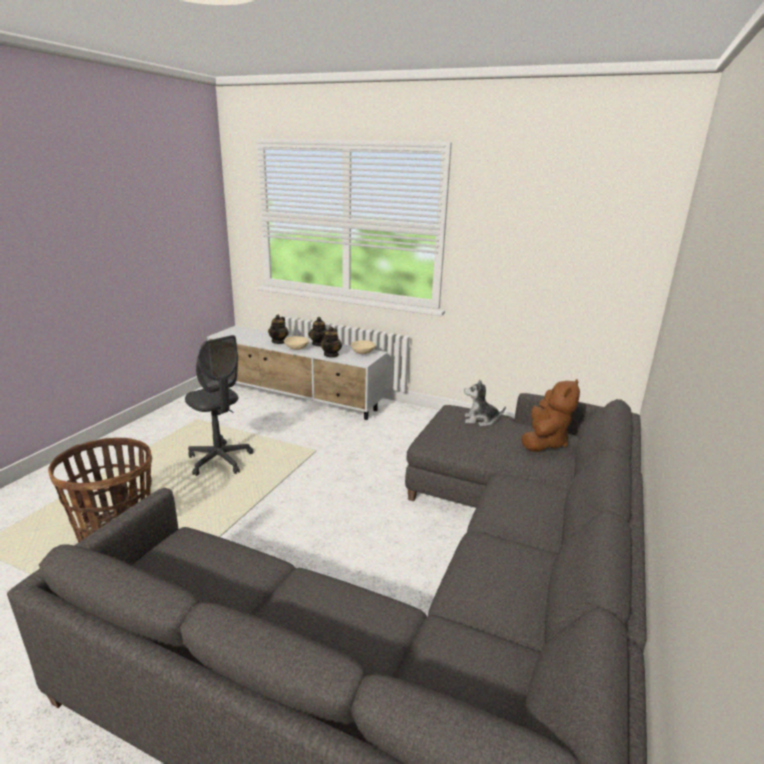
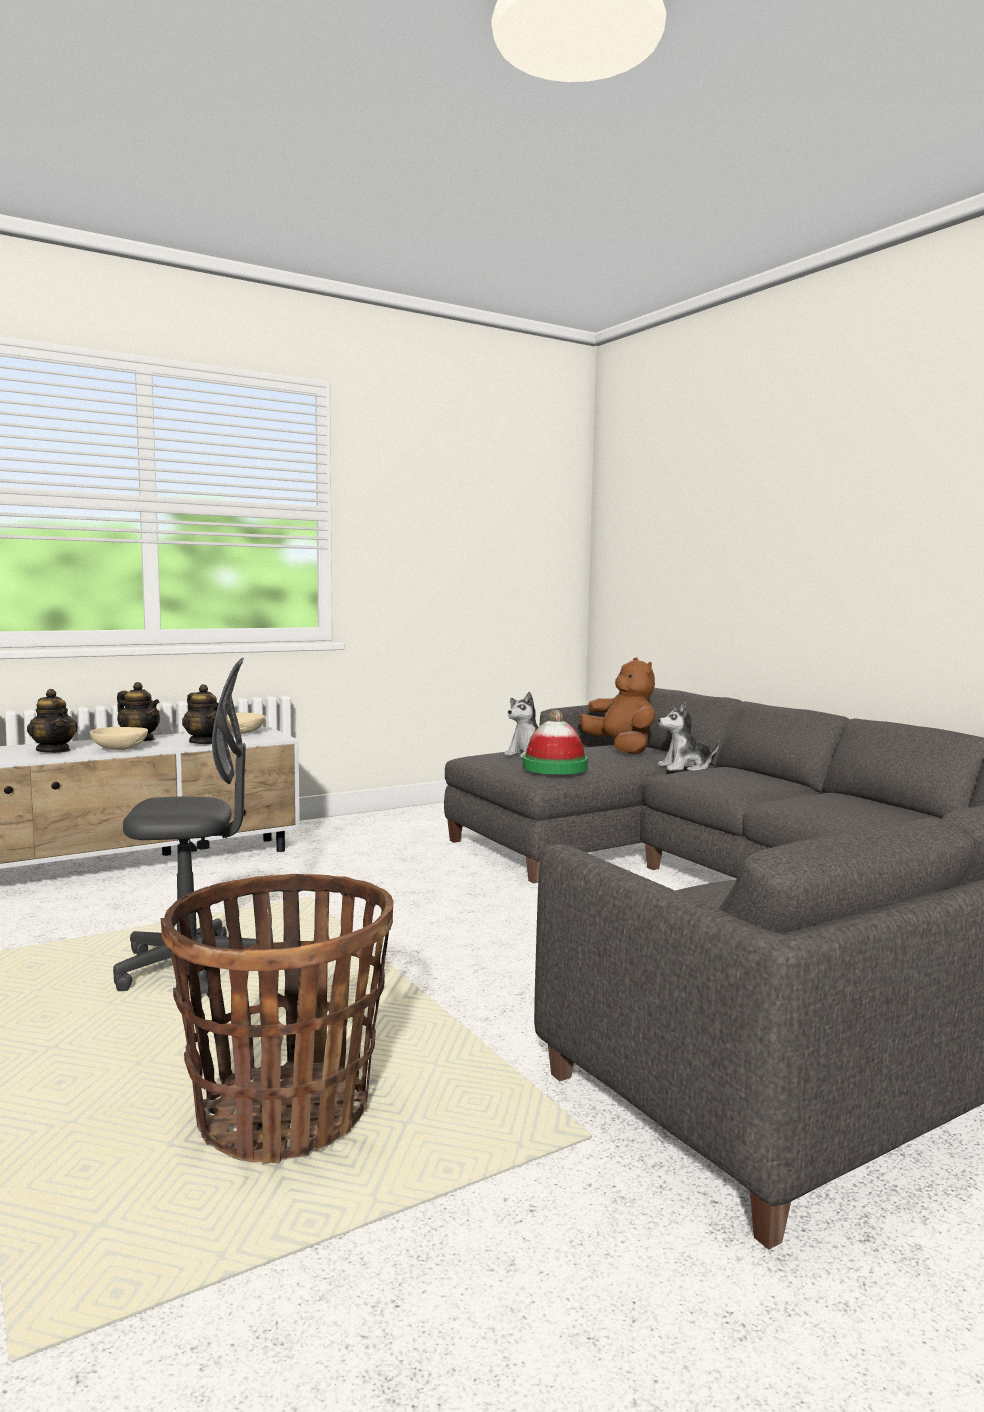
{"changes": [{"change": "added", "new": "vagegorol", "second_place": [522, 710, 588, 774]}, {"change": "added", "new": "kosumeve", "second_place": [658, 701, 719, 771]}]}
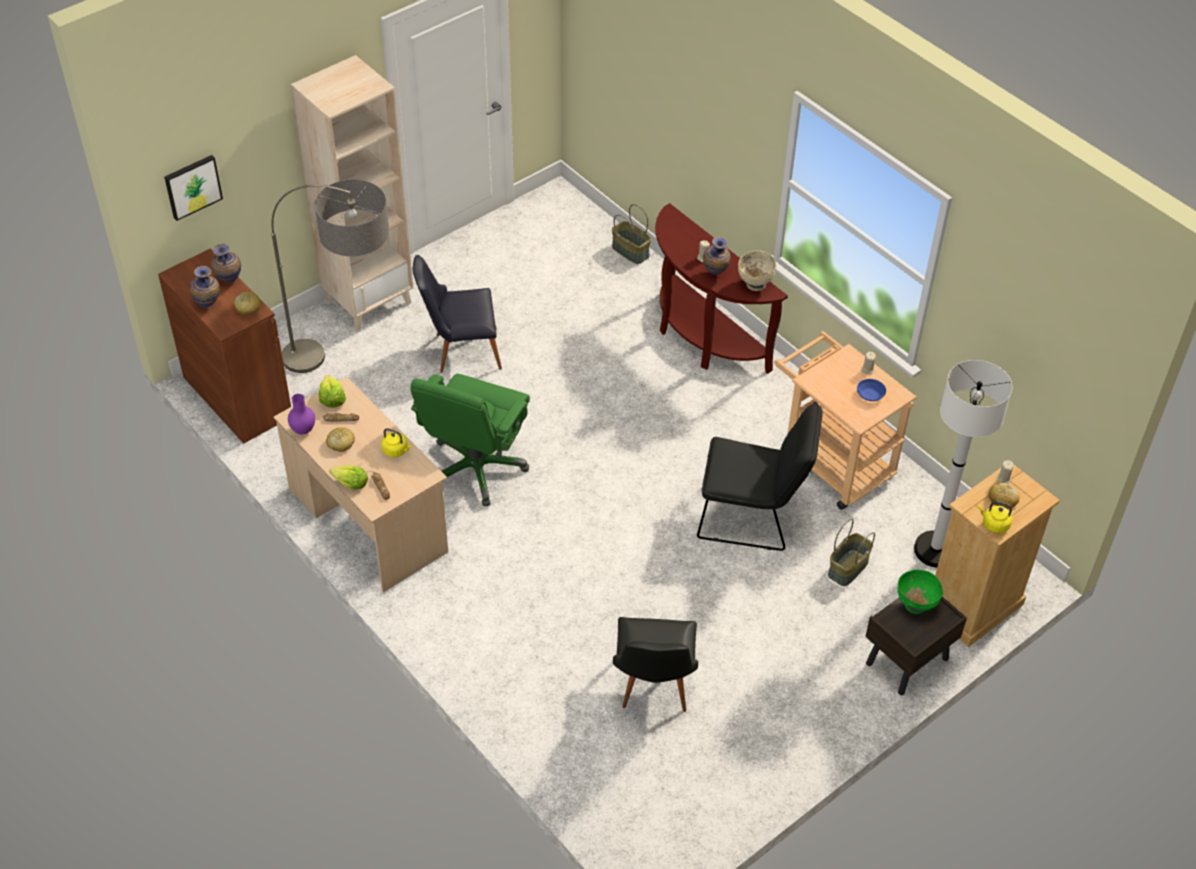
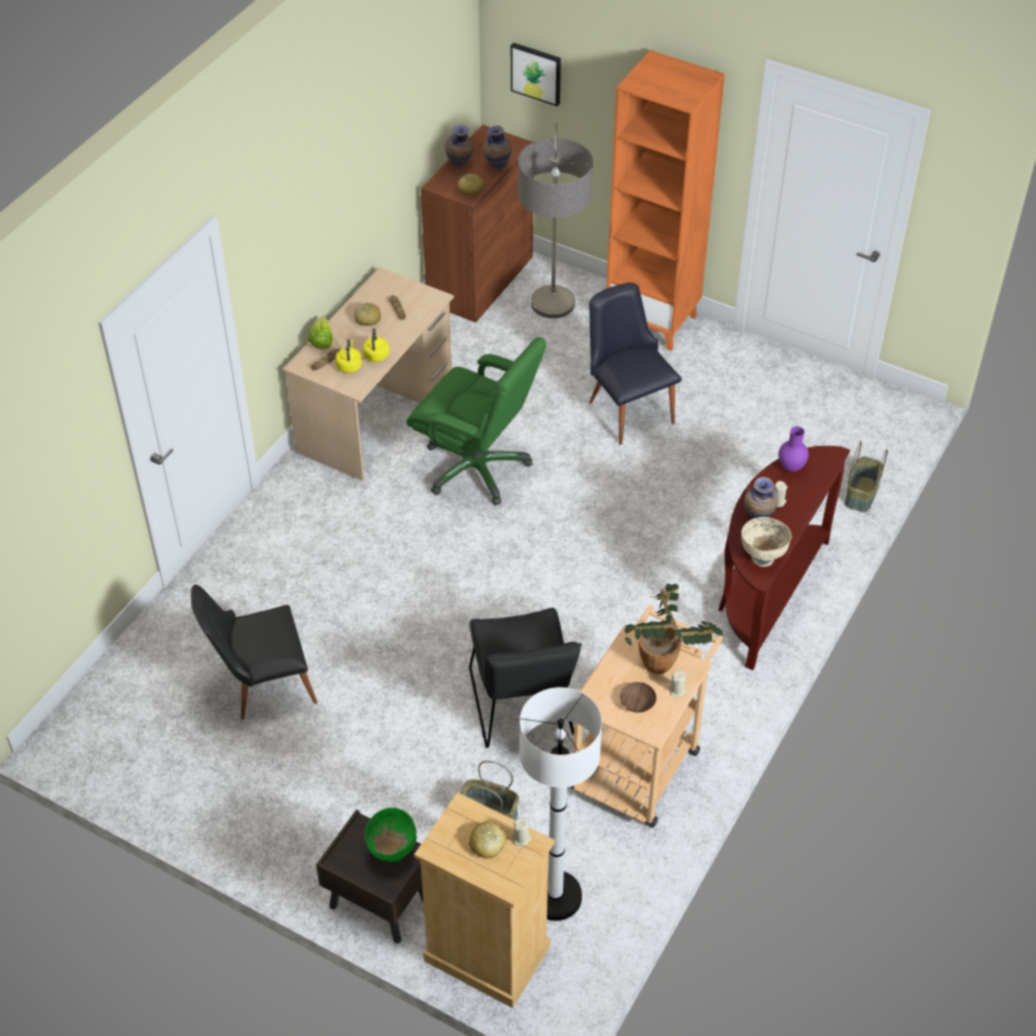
{"changes": [{"change": "moved", "old": "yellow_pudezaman", "first_place": [978, 501, 1012, 534], "second_place": [335, 339, 362, 373]}, {"change": "turned", "old": "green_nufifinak", "first_place": [410, 374, 530, 507], "second_place": [406, 337, 546, 505], "degrees": -150}, {"change": "recoloured", "old": "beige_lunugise", "new": "orange_lunugise", "first_place": [291, 55, 413, 332], "second_place": [606, 50, 725, 351]}, {"change": "recoloured", "old": "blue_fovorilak", "new": "brown_fovorilak", "first_place": [857, 379, 886, 401], "second_place": [620, 682, 656, 713]}, {"change": "added", "new": "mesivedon", "second_place": [625, 583, 723, 674]}, {"change": "moved", "old": "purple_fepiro", "first_place": [288, 394, 315, 434], "second_place": [778, 426, 809, 472]}, {"change": "removed", "old": "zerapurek", "first_place": [319, 375, 346, 408]}]}
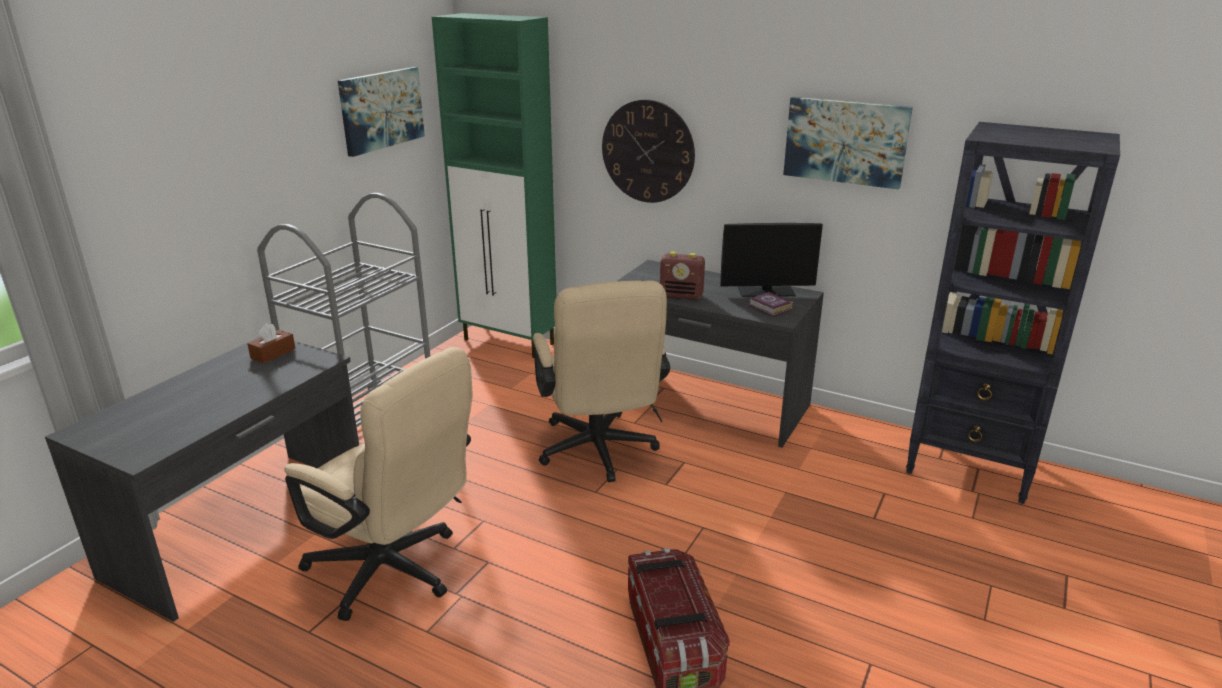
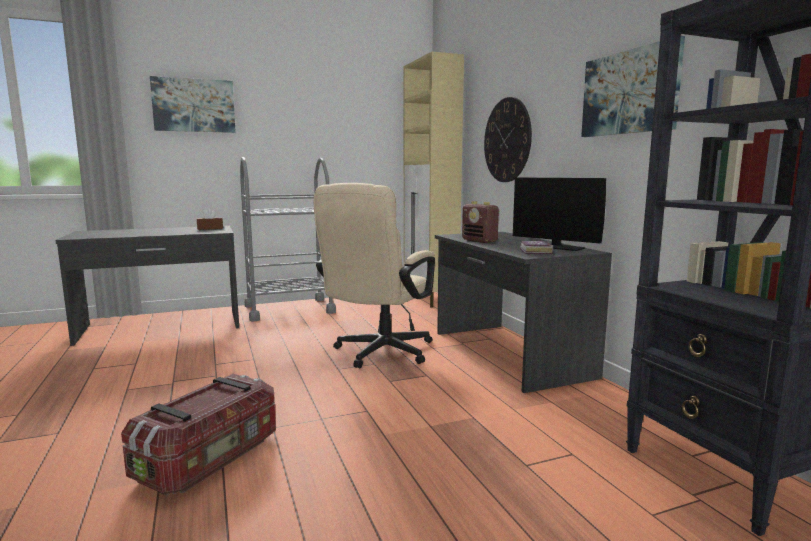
{"changes": [{"change": "moved", "old": "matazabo", "first_place": [338, 67, 425, 157], "second_place": [150, 76, 236, 133]}, {"change": "recoloured", "old": "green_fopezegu", "new": "beige_fopezegu", "first_place": [432, 13, 556, 358], "second_place": [404, 52, 464, 308]}, {"change": "removed", "old": "beige_nufifinak", "first_place": [285, 347, 472, 621]}]}
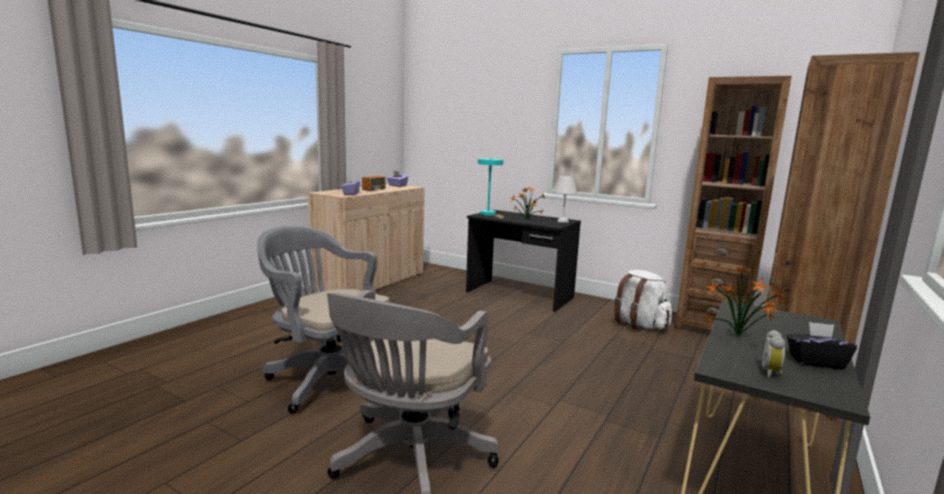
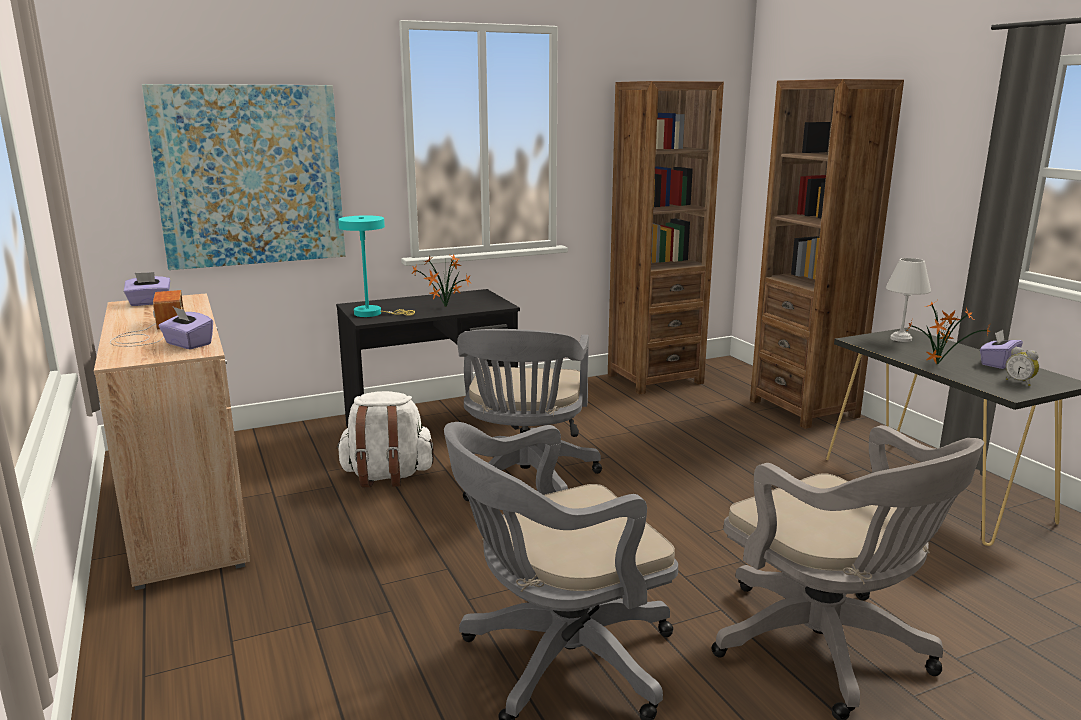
{"changes": [{"change": "added", "new": "matazabo", "second_place": [142, 84, 345, 270]}, {"change": "moved", "old": "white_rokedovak", "first_place": [614, 270, 672, 331], "second_place": [336, 391, 434, 487]}, {"change": "added", "new": "grey_nufifinak", "second_place": [457, 329, 602, 501]}, {"change": "moved", "old": "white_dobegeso", "first_place": [553, 175, 577, 223], "second_place": [886, 258, 931, 342]}, {"change": "recoloured", "old": "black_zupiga", "new": "purple_zupiga", "first_place": [787, 322, 857, 369], "second_place": [980, 330, 1023, 369]}]}
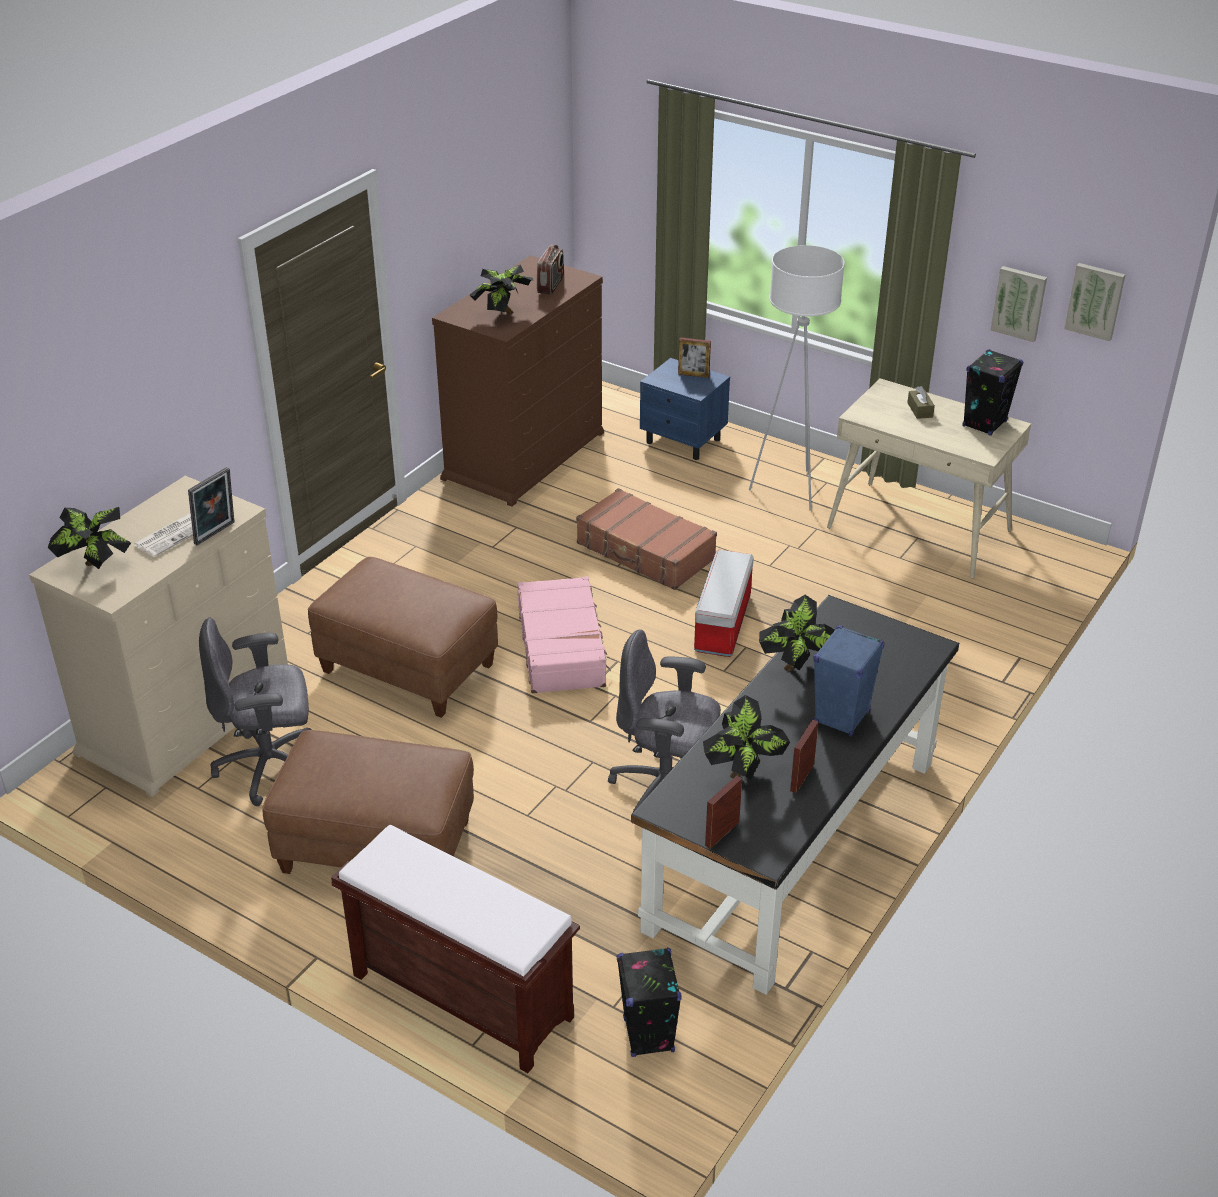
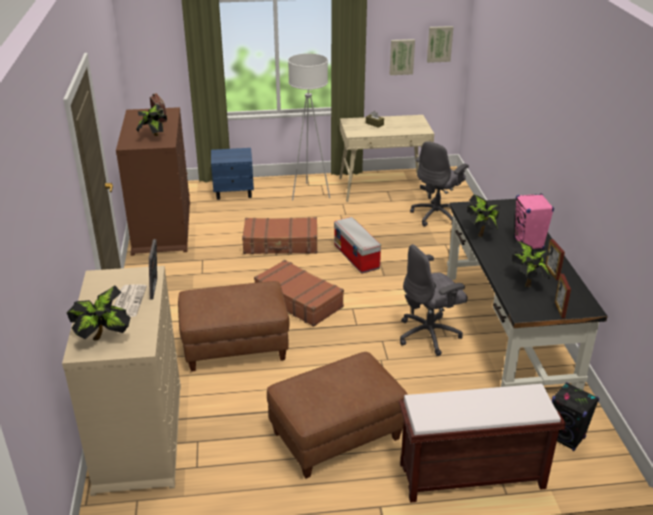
{"changes": [{"change": "recoloured", "old": "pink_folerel", "new": "brown_folerel", "first_place": [517, 576, 611, 694], "second_place": [254, 260, 344, 327]}, {"change": "moved", "old": "grey_nufifinak", "first_place": [199, 618, 312, 806], "second_place": [410, 141, 469, 227]}, {"change": "recoloured", "old": "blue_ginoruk", "new": "pink_ginoruk", "first_place": [813, 625, 884, 737], "second_place": [514, 193, 554, 249]}, {"change": "removed", "old": "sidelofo", "first_place": [678, 337, 711, 378]}, {"change": "removed", "old": "black_ginoruk", "first_place": [962, 349, 1023, 436]}]}
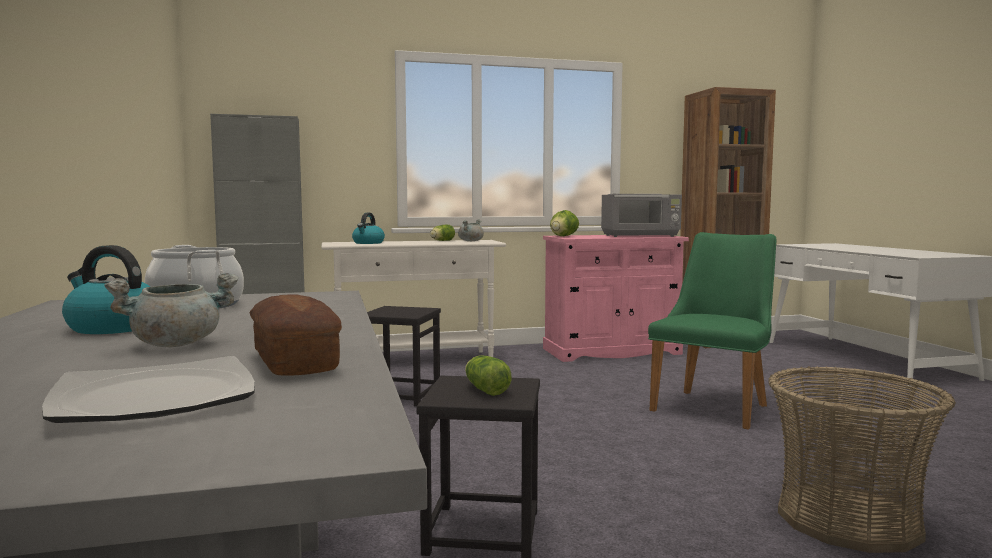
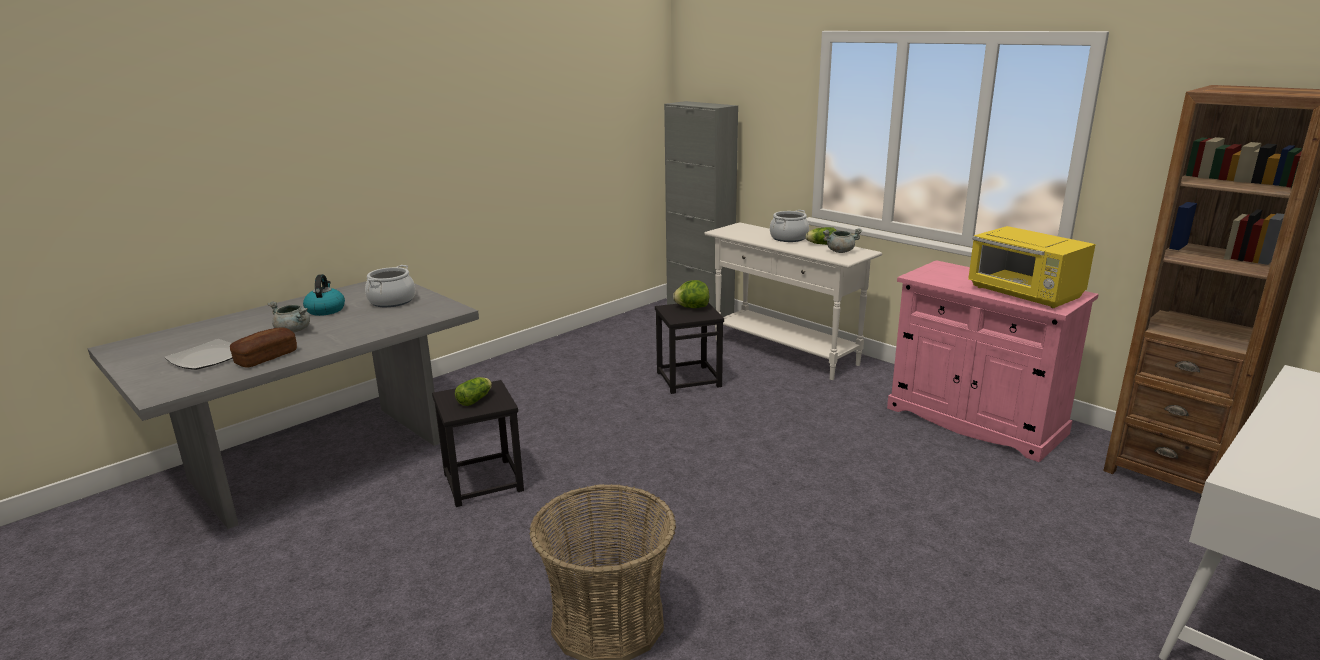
{"changes": [{"change": "moved", "old": "zerapurek", "first_place": [550, 210, 579, 236], "second_place": [673, 280, 709, 308]}, {"change": "added", "new": "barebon", "second_place": [770, 210, 809, 242]}, {"change": "recoloured", "old": "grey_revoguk", "new": "yellow_revoguk", "first_place": [601, 194, 682, 237], "second_place": [968, 226, 1095, 308]}, {"change": "removed", "old": "pudezaman", "first_place": [352, 213, 385, 244]}, {"change": "removed", "old": "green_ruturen", "first_place": [648, 232, 776, 430]}]}
